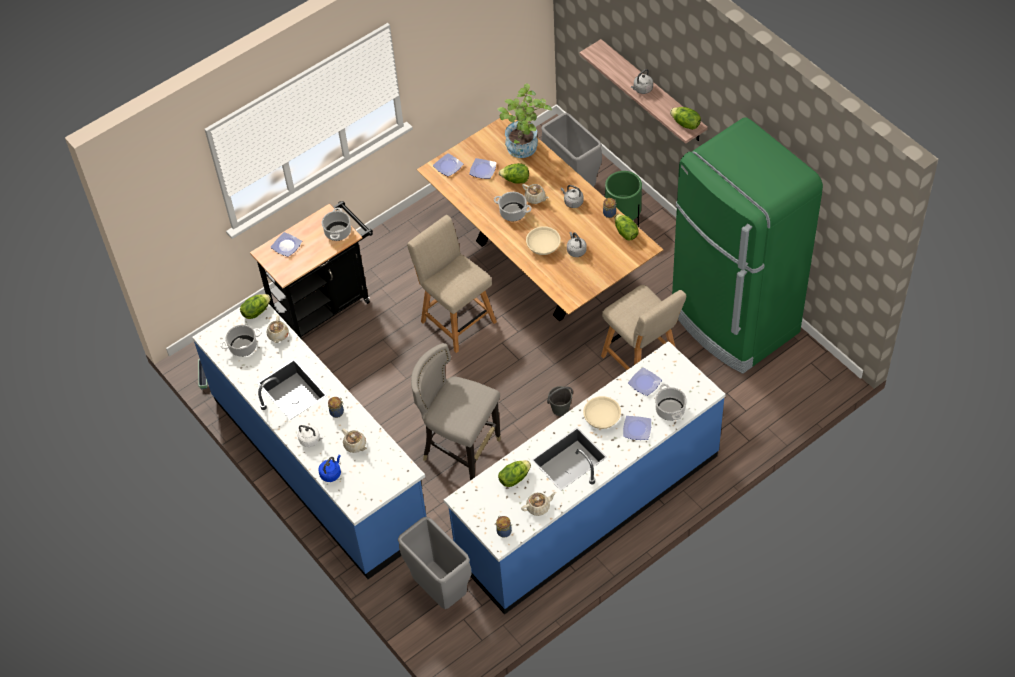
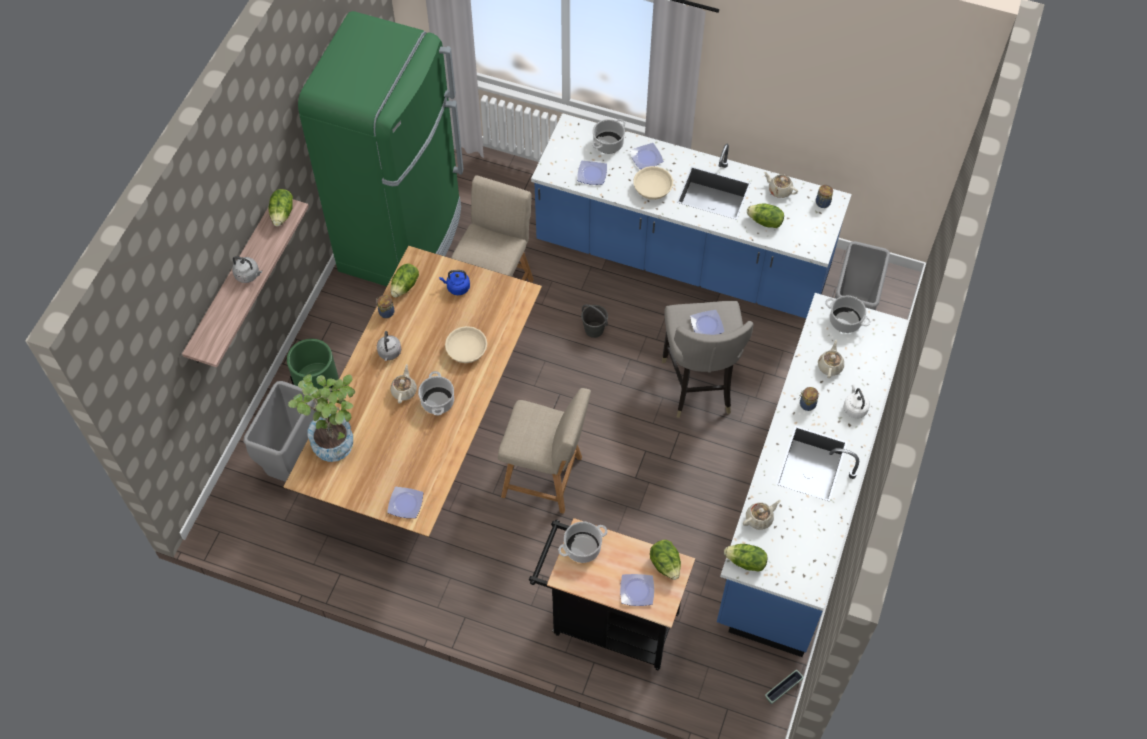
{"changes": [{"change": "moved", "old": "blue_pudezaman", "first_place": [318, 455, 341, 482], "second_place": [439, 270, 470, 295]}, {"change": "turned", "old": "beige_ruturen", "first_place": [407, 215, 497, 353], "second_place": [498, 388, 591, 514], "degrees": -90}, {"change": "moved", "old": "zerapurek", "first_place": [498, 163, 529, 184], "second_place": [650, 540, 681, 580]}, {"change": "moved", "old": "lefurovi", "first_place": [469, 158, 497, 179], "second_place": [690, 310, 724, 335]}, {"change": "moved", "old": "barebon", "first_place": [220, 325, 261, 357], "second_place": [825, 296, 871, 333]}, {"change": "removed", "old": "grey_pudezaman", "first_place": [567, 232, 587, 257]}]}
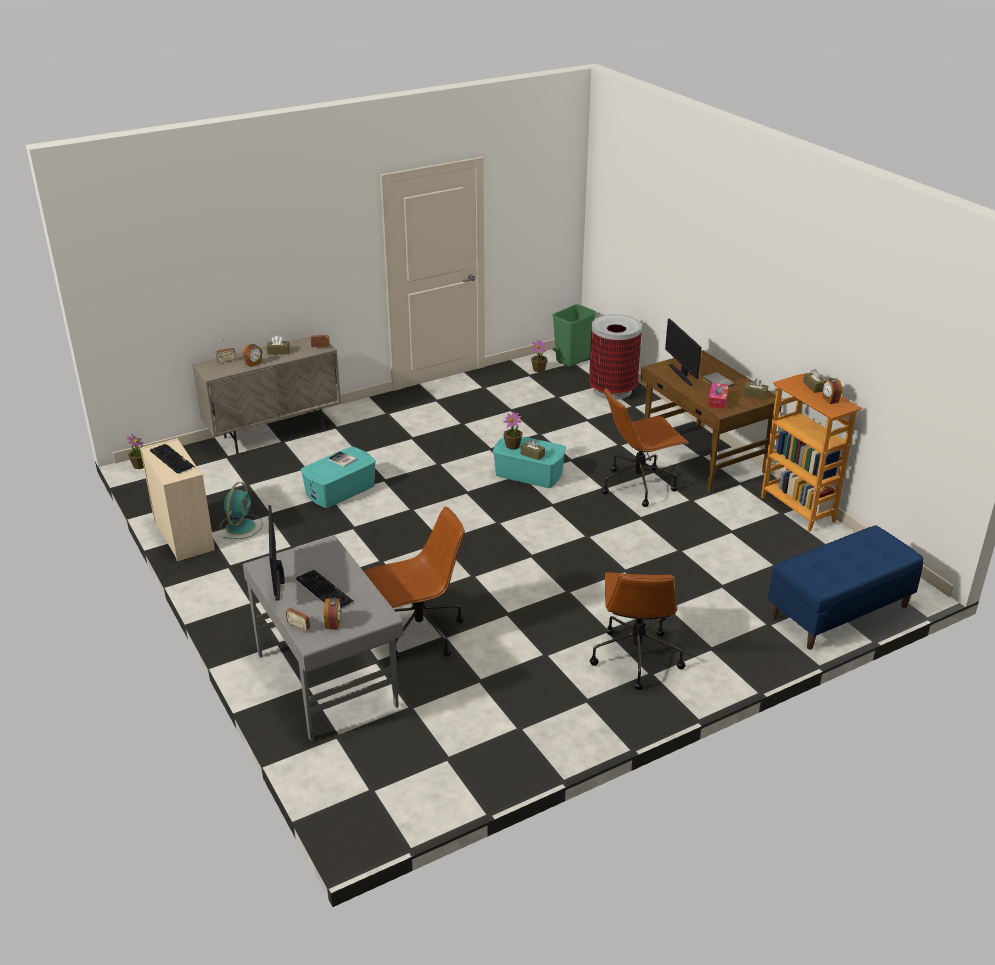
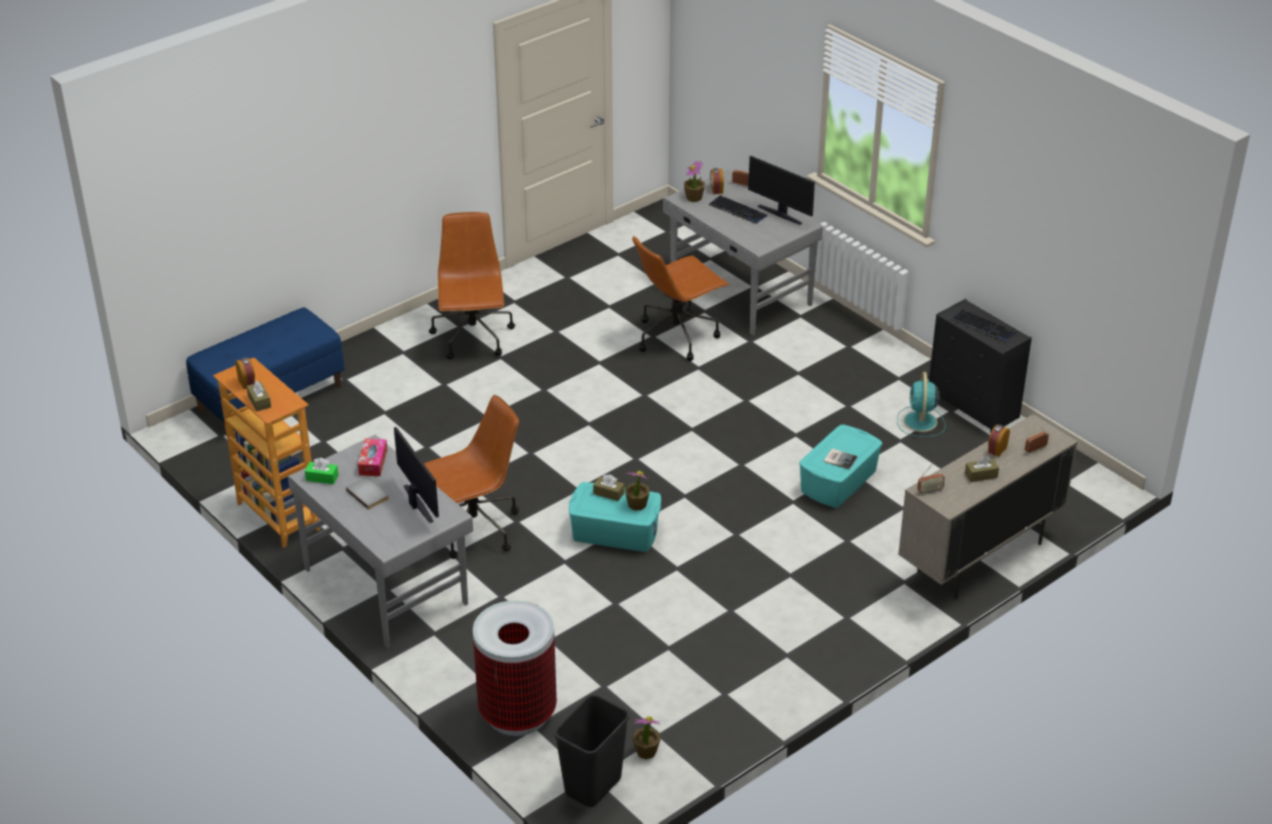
{"changes": [{"change": "recoloured", "old": "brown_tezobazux", "new": "grey_tezobazux", "first_place": [641, 350, 782, 493], "second_place": [288, 435, 473, 648]}, {"change": "recoloured", "old": "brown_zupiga", "new": "green_zupiga", "first_place": [743, 379, 768, 399], "second_place": [305, 458, 338, 484]}, {"change": "recoloured", "old": "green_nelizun", "new": "black_nelizun", "first_place": [552, 304, 596, 367], "second_place": [554, 694, 630, 807]}, {"change": "moved", "old": "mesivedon", "first_place": [127, 434, 144, 469], "second_place": [684, 160, 705, 202]}, {"change": "turned", "old": "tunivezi", "first_place": [268, 505, 285, 601], "second_place": [748, 156, 815, 225], "degrees": 150}, {"change": "recoloured", "old": "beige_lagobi", "new": "black_lagobi", "first_place": [140, 438, 215, 561], "second_place": [929, 299, 1032, 433]}]}
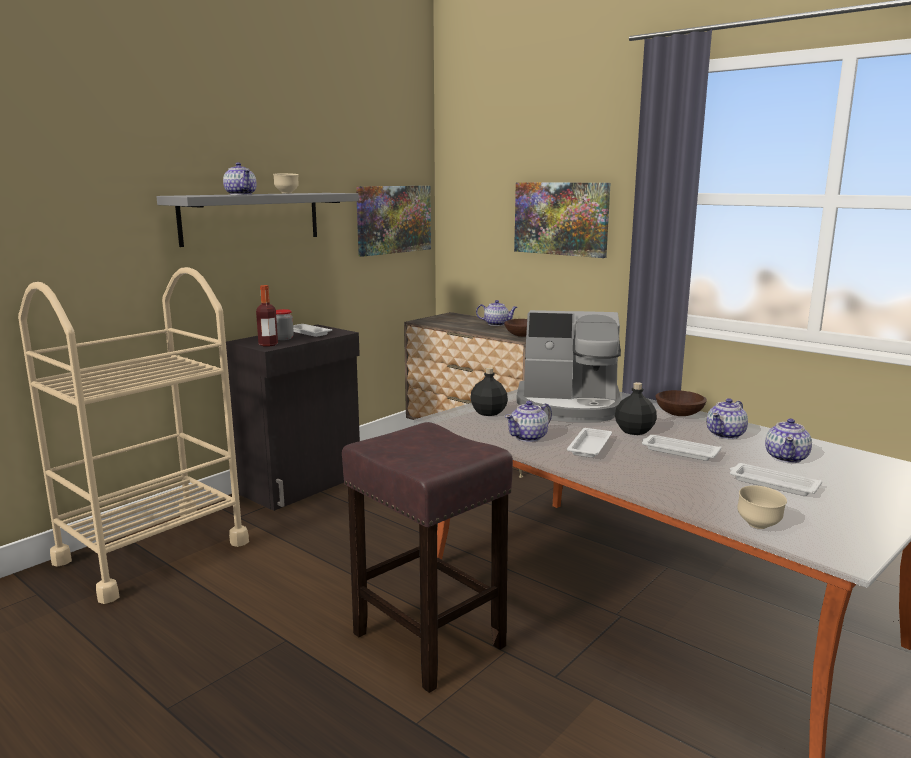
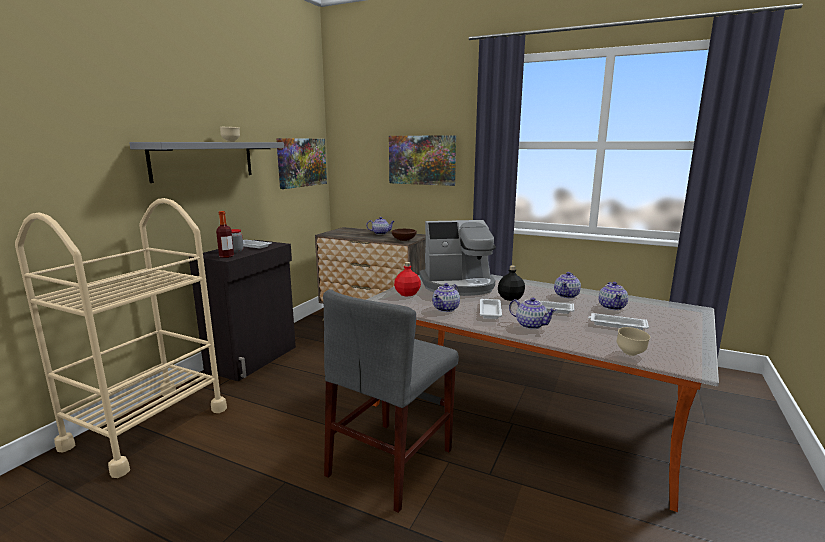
{"changes": [{"change": "replaced", "old": "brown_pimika", "new": "grey_ruturen", "first_place": [342, 422, 513, 693], "second_place": [323, 289, 459, 513]}, {"change": "recoloured", "old": "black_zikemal", "new": "red_zikemal", "first_place": [470, 367, 508, 416], "second_place": [394, 262, 421, 296]}, {"change": "moved", "old": "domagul", "first_place": [223, 162, 257, 195], "second_place": [509, 297, 557, 329]}, {"change": "removed", "old": "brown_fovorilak", "first_place": [655, 390, 707, 416]}]}
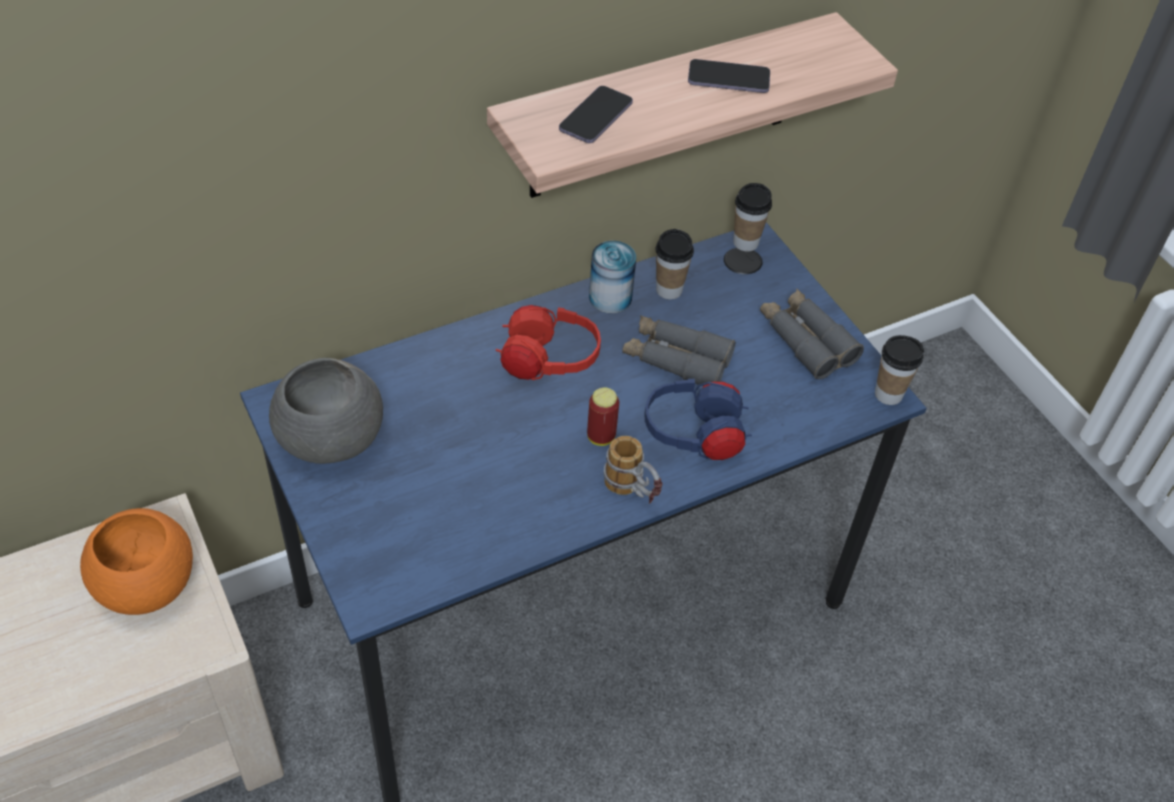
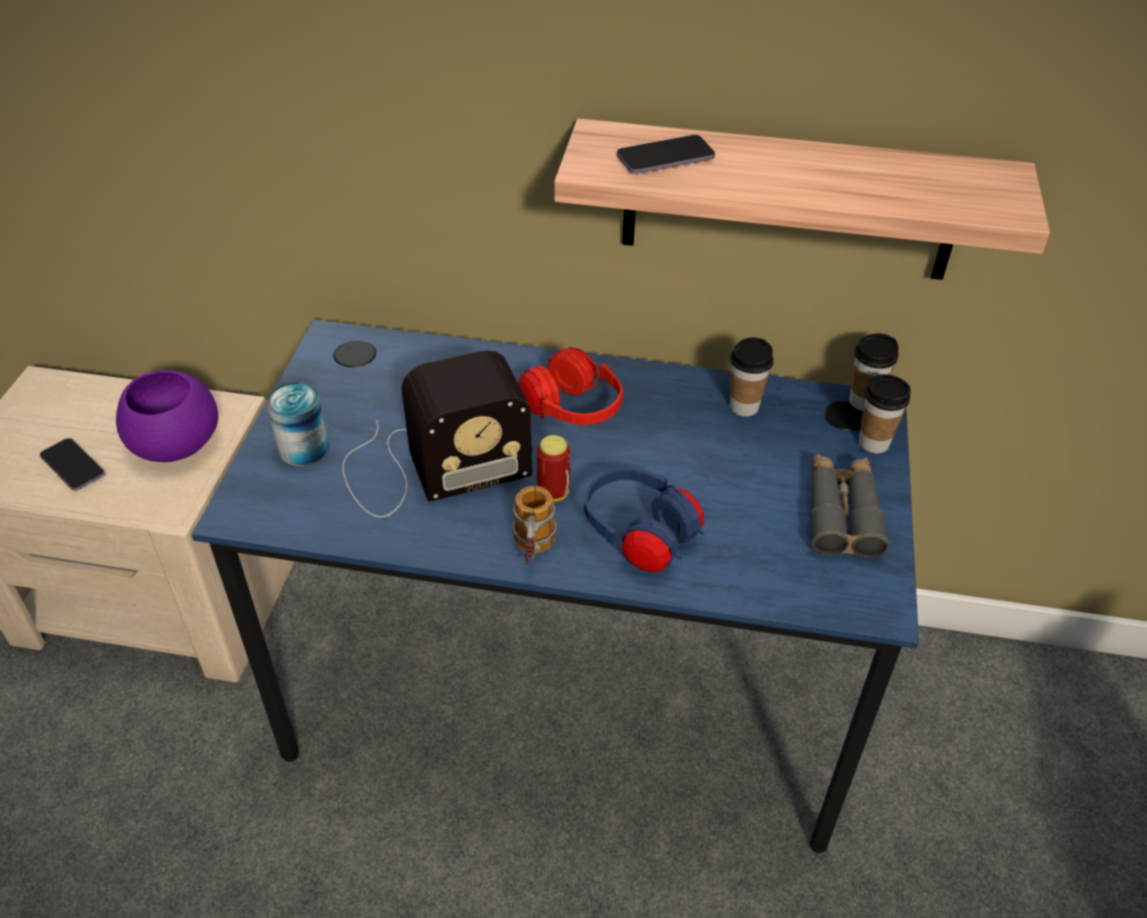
{"changes": [{"change": "moved", "old": "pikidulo", "first_place": [688, 59, 770, 93], "second_place": [40, 438, 105, 491]}, {"change": "recoloured", "old": "orange_fovorilak", "new": "purple_fovorilak", "first_place": [80, 508, 193, 615], "second_place": [116, 370, 218, 462]}, {"change": "moved", "old": "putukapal", "first_place": [589, 241, 636, 313], "second_place": [266, 382, 329, 466]}, {"change": "added", "new": "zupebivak", "second_place": [342, 350, 532, 517]}, {"change": "moved", "old": "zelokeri", "first_place": [875, 335, 924, 405], "second_place": [859, 374, 911, 454]}, {"change": "removed", "old": "grey_fovorilak", "first_place": [269, 358, 383, 464]}, {"change": "removed", "old": "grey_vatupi", "first_place": [622, 315, 736, 385]}]}
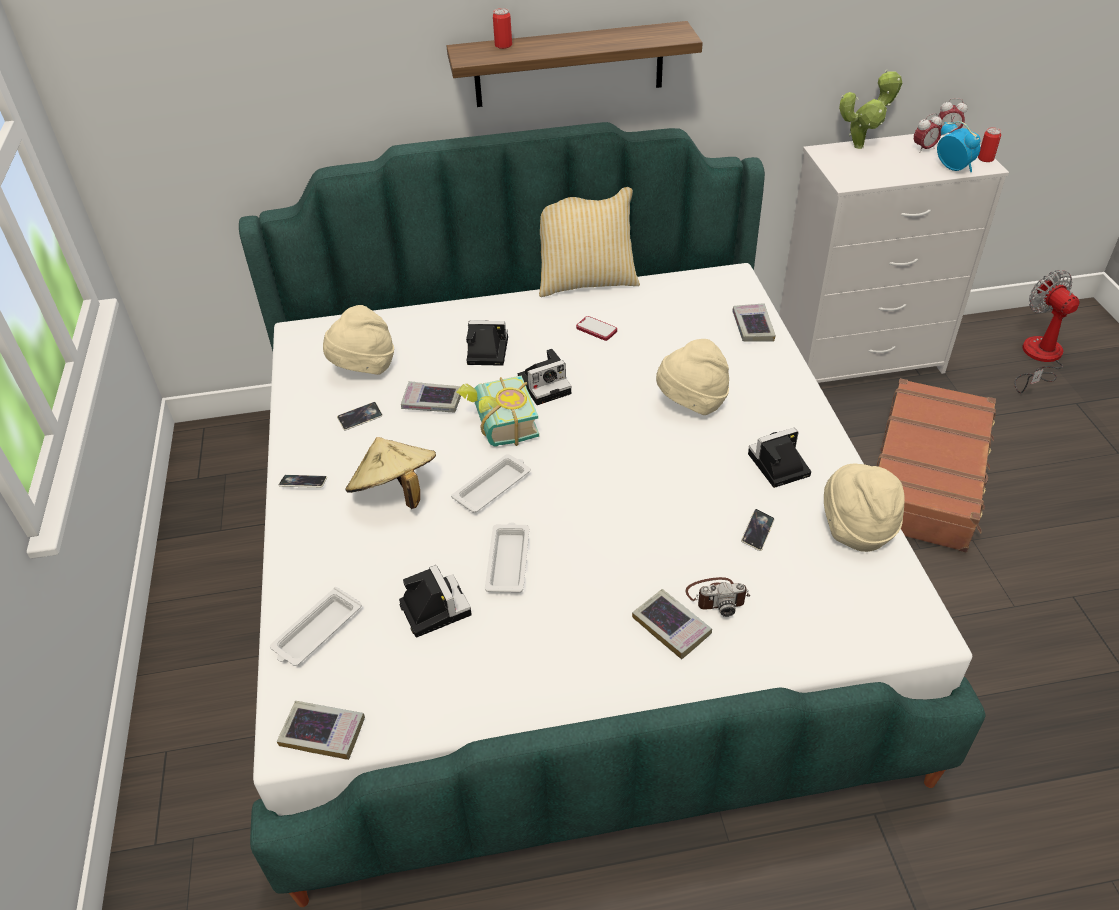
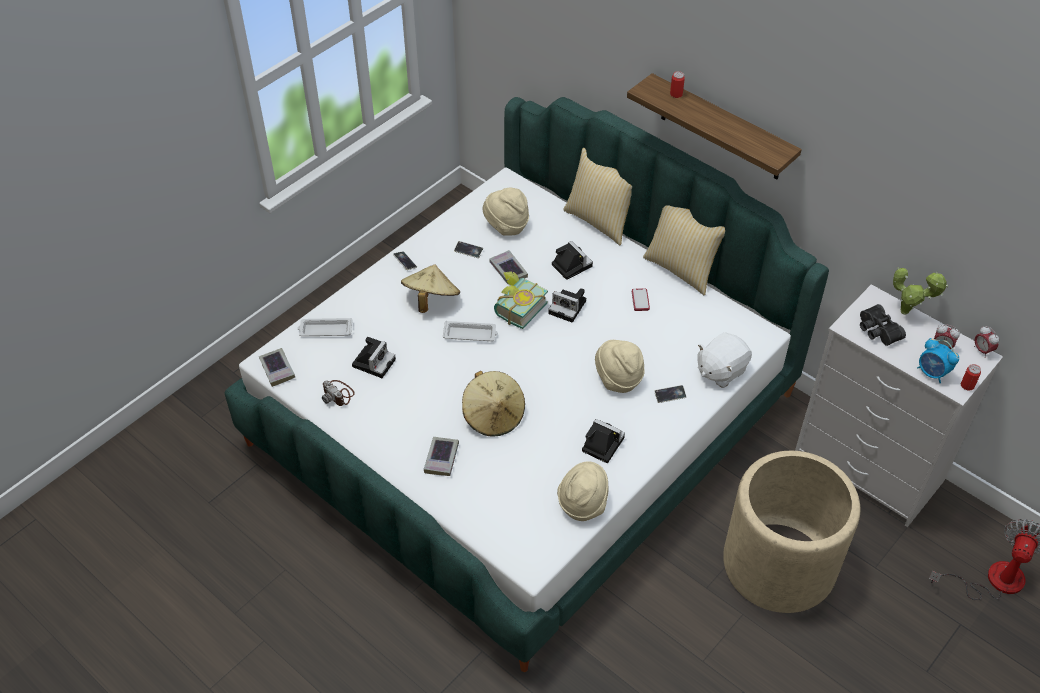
{"changes": [{"change": "moved", "old": "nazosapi", "first_place": [686, 577, 750, 617], "second_place": [322, 380, 355, 406]}, {"change": "added", "new": "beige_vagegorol", "second_place": [462, 371, 525, 436]}, {"change": "added", "new": "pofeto", "second_place": [563, 148, 632, 245]}, {"change": "moved", "old": "pikidulo", "first_place": [741, 509, 774, 551], "second_place": [654, 385, 687, 403]}, {"change": "replaced", "old": "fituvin", "new": "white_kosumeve", "first_place": [732, 303, 776, 342], "second_place": [697, 332, 752, 388]}, {"change": "replaced", "old": "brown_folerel", "new": "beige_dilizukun", "first_place": [876, 378, 996, 552], "second_place": [723, 451, 860, 613]}, {"change": "added", "new": "black_vatupi", "second_place": [860, 304, 906, 346]}, {"change": "turned", "old": "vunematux", "first_place": [937, 121, 980, 172], "second_place": [917, 338, 959, 383], "degrees": 120}, {"change": "removed", "old": "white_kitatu", "first_place": [485, 522, 529, 593]}]}
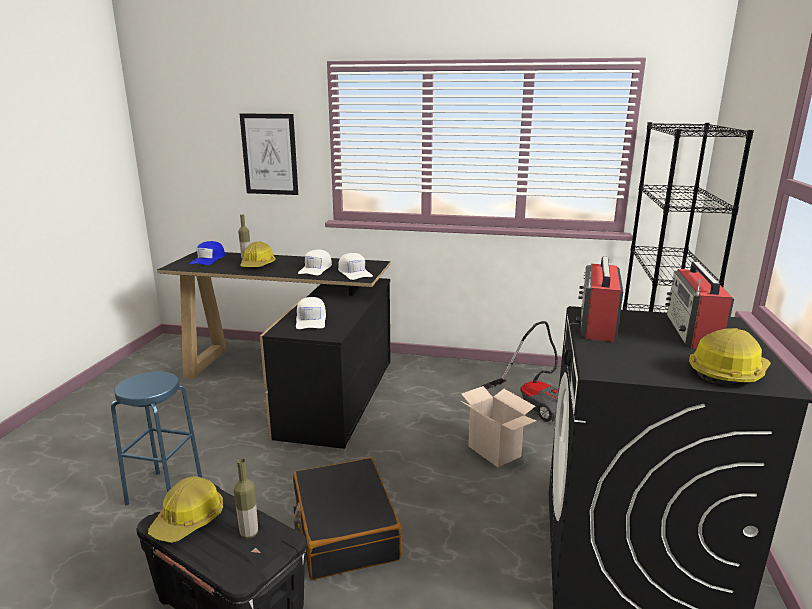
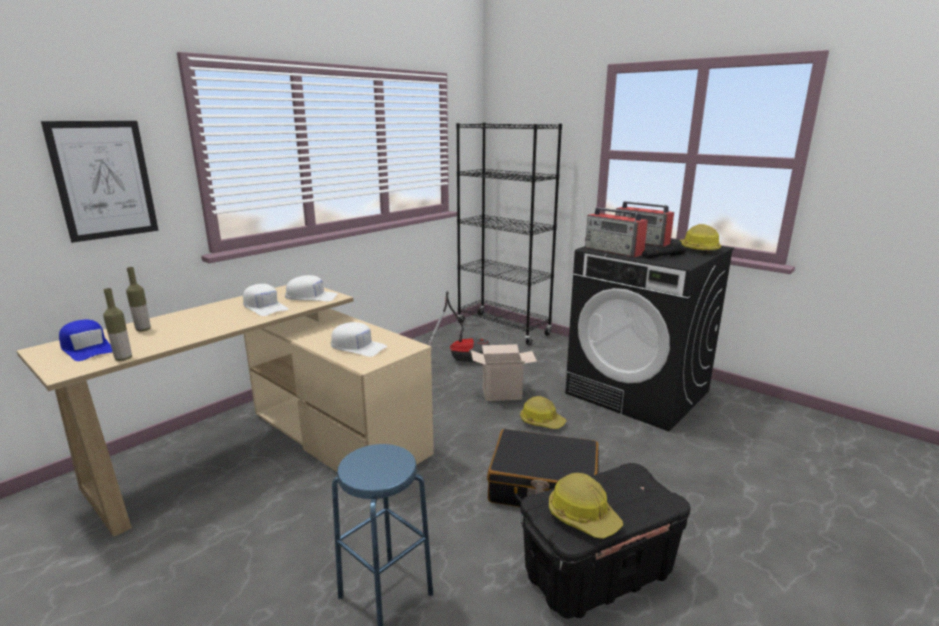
{"changes": [{"change": "recoloured", "old": "black_tezobazux", "new": "beige_tezobazux", "first_place": [157, 251, 390, 449], "second_place": [17, 285, 434, 537]}, {"change": "moved", "old": "zikemal", "first_place": [234, 459, 258, 539], "second_place": [103, 288, 132, 361]}, {"change": "moved", "old": "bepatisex", "first_place": [240, 241, 276, 267], "second_place": [520, 396, 567, 429]}, {"change": "added", "new": "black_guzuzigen", "second_place": [642, 245, 686, 258]}]}
